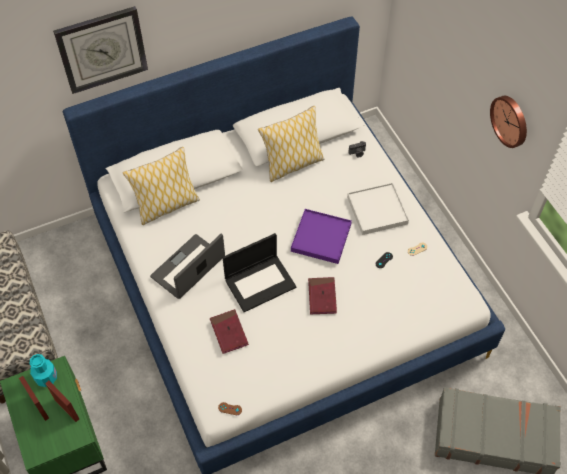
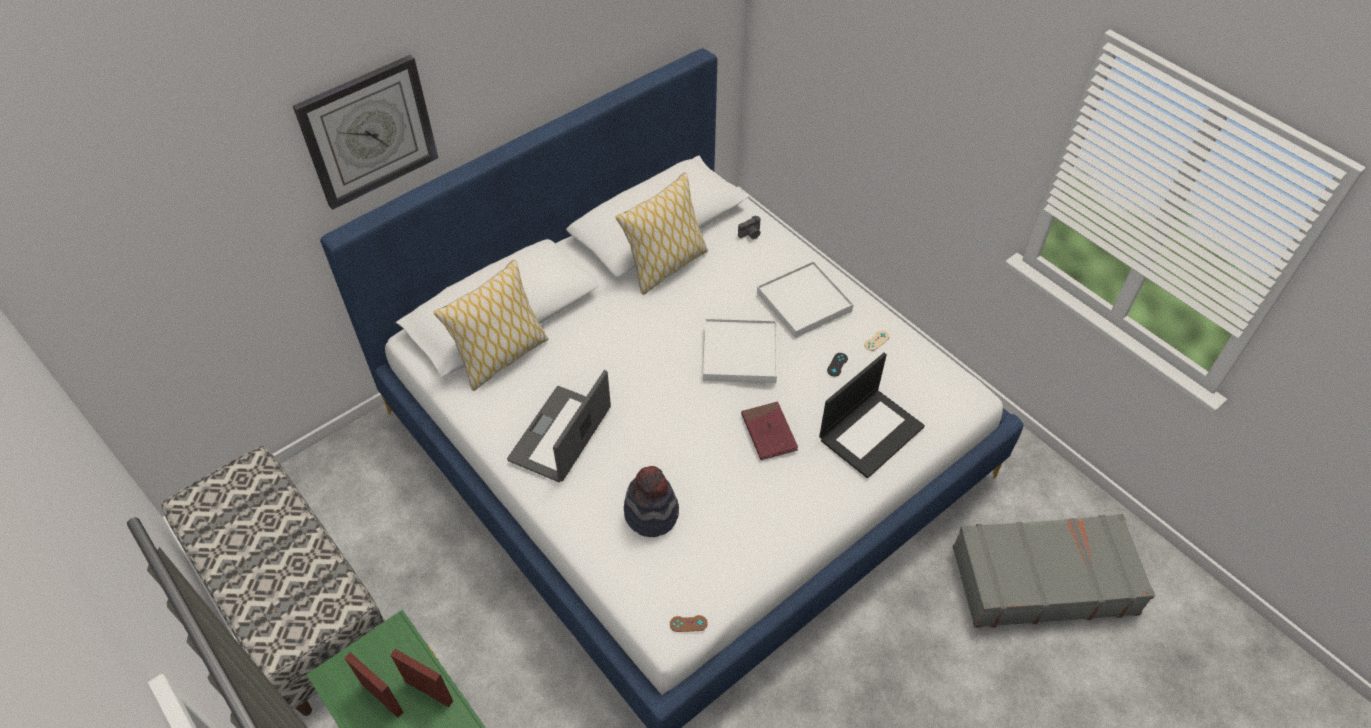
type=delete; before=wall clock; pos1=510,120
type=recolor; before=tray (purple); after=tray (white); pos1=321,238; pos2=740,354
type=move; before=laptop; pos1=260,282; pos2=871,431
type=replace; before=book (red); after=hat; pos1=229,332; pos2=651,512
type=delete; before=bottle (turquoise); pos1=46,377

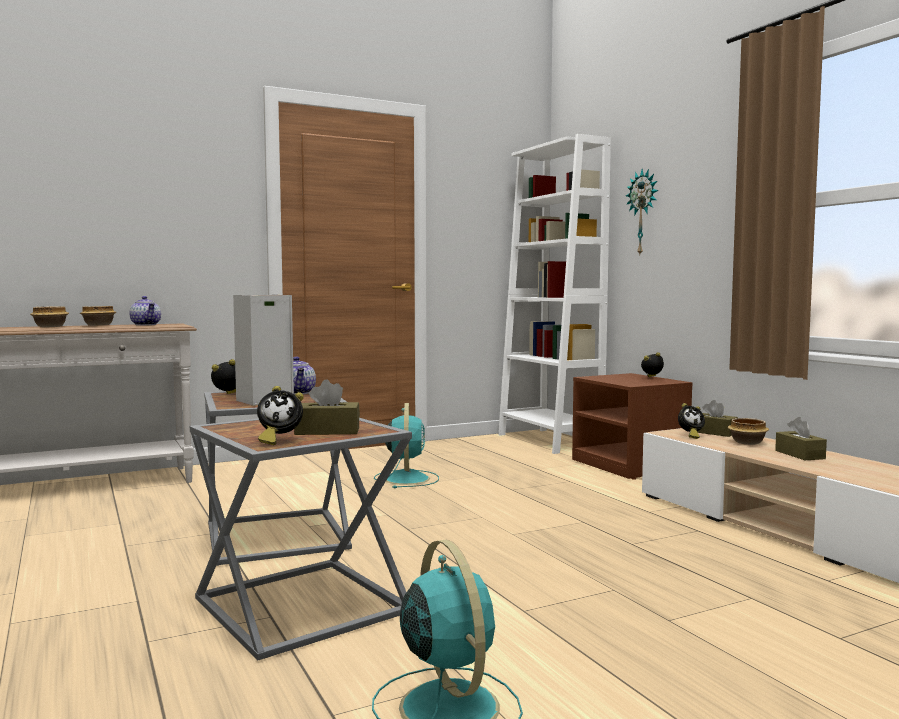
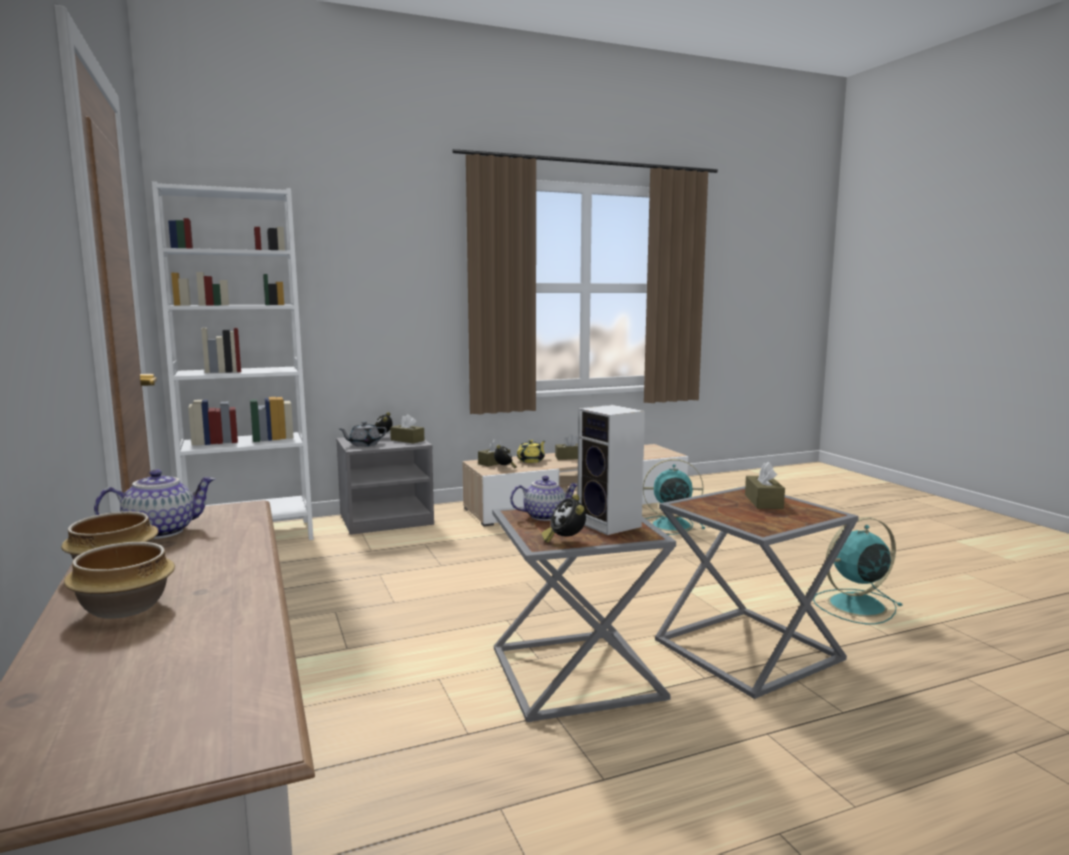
type=delete; before=wall clock; pos1=643,212
type=recolor; before=nightstand (brown); after=nightstand (grey); pos1=630,466; pos2=386,520
type=delete; before=alarm clock; pos1=279,440
type=move; before=fan (turquoise); pos1=407,478; pos2=669,525
type=replace; before=bowl; after=teapot (yellow); pos1=748,442; pos2=531,461
type=insert; after=tissue box (brown); pos2=407,440
type=insert; after=teapot (grey); pos2=364,445

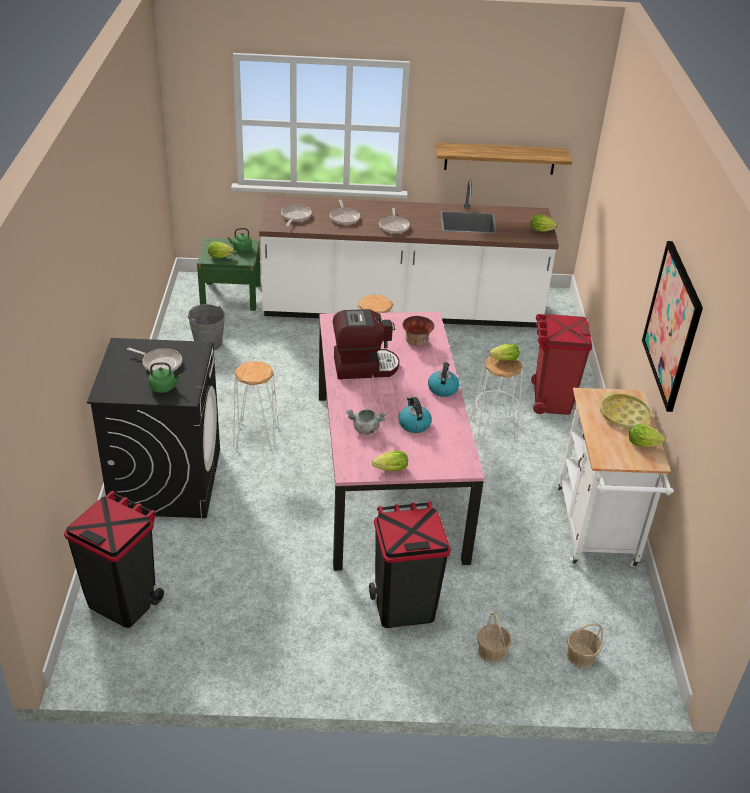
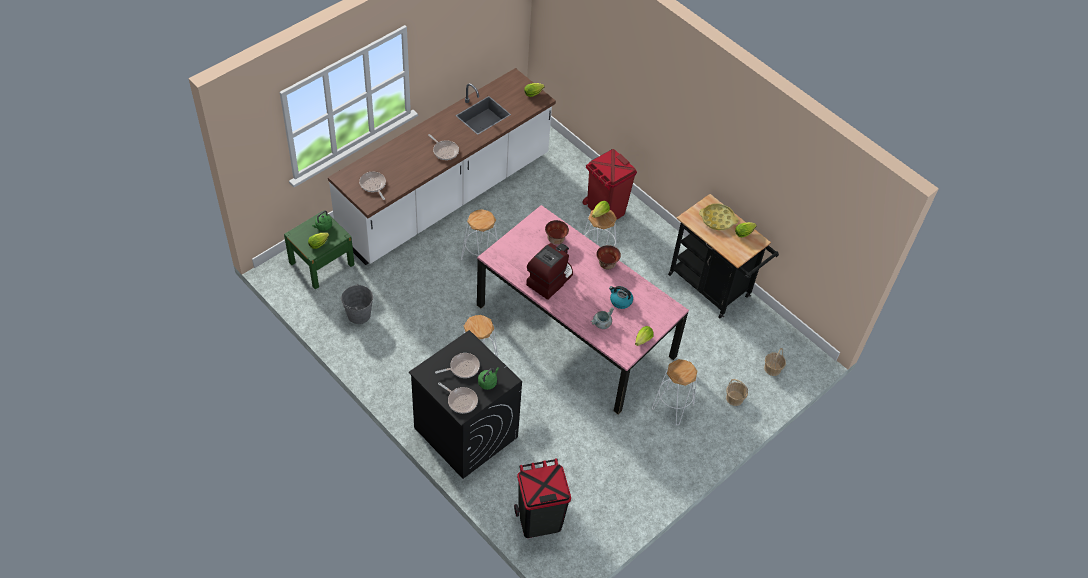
type=delete; before=shelf; pos1=500,158
type=move; before=frying pan; pos1=344,218; pos2=461,400
type=delete; before=picture; pos1=672,325
type=replace; before=kettle; after=bowl; pos1=442,388; pos2=607,264
type=recolor; before=cart (white); after=cart (black); pos1=596,533; pos2=713,288
type=replace; before=trash can (black); after=stool (white); pos1=403,607; pos2=672,407

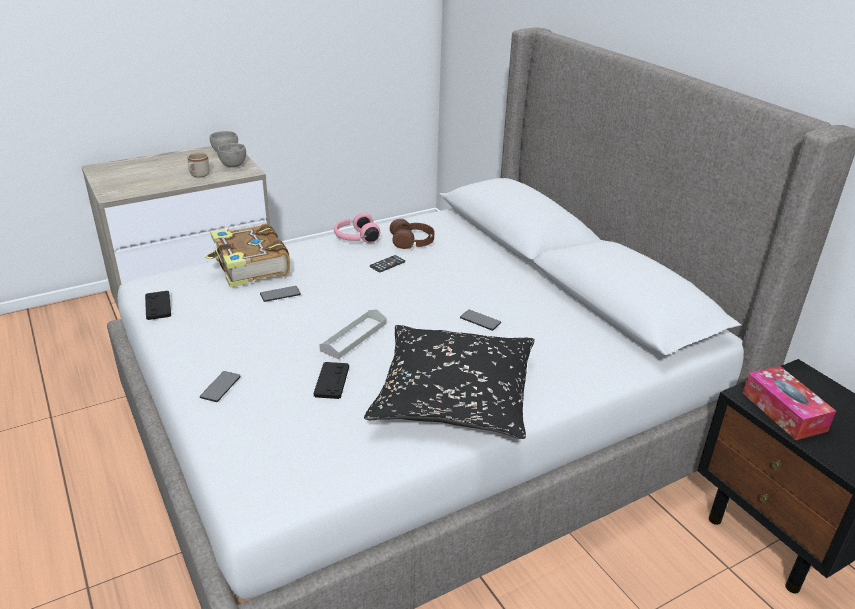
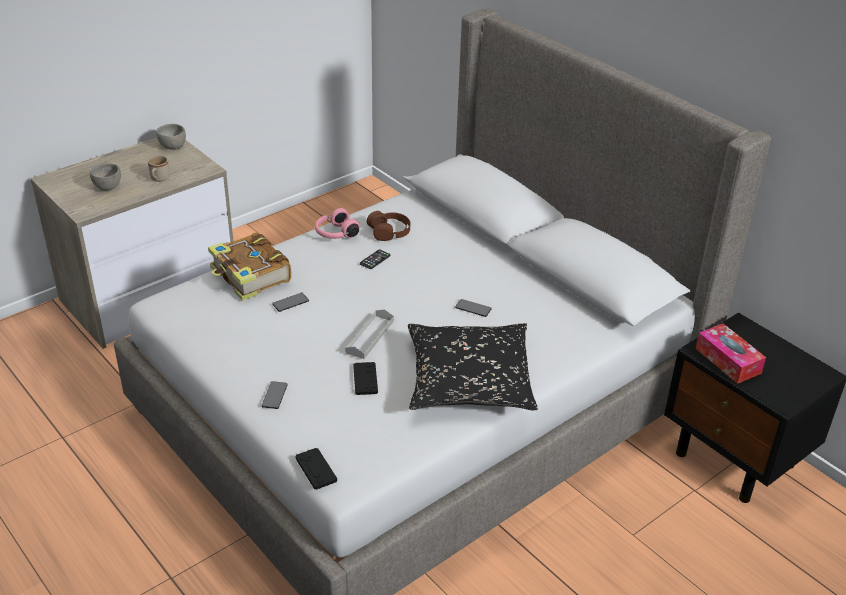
type=move; before=bowl (grey); pos1=234,165; pos2=108,187
type=move; before=game controller (black); pos1=158,306; pos2=316,469

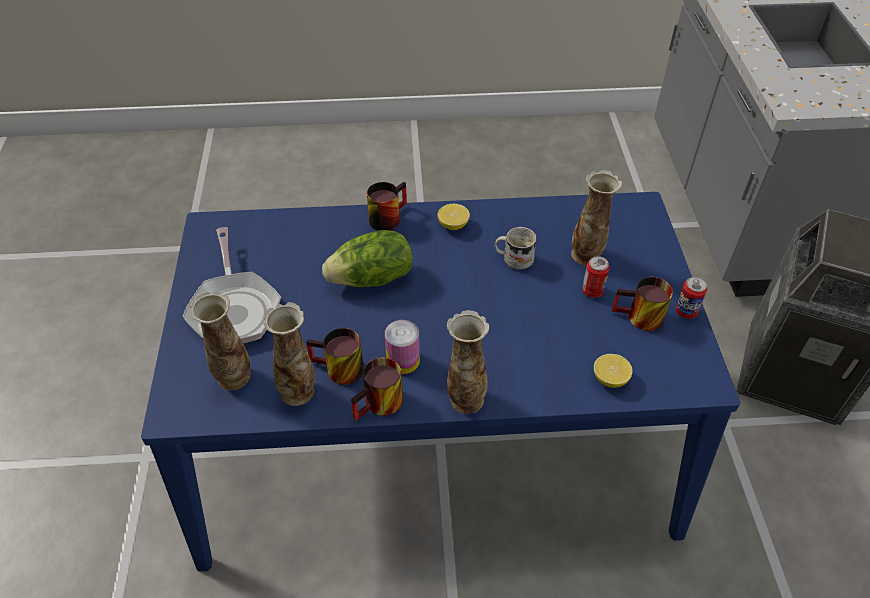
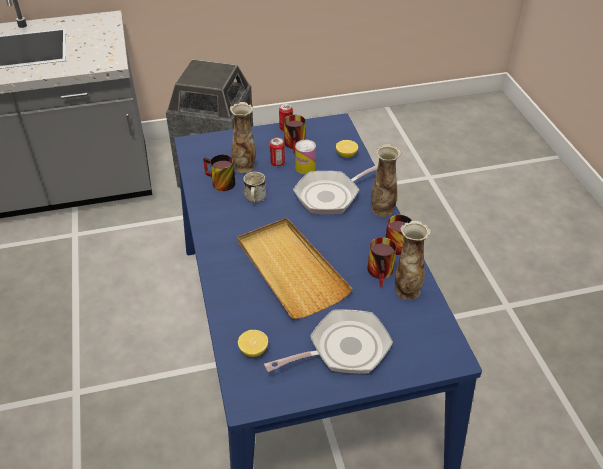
type=move; before=mug; pos1=386,216; pos2=219,183
type=move; before=lemon; pos1=453,225; pos2=253,350
type=replace; before=lettuce; after=tray (beige); pos1=372,279; pos2=290,269
type=delete; before=vase; pos1=233,377
type=move; before=can; pos1=403,360; pos2=305,168
type=insert; after=frying pan; pos2=331,195

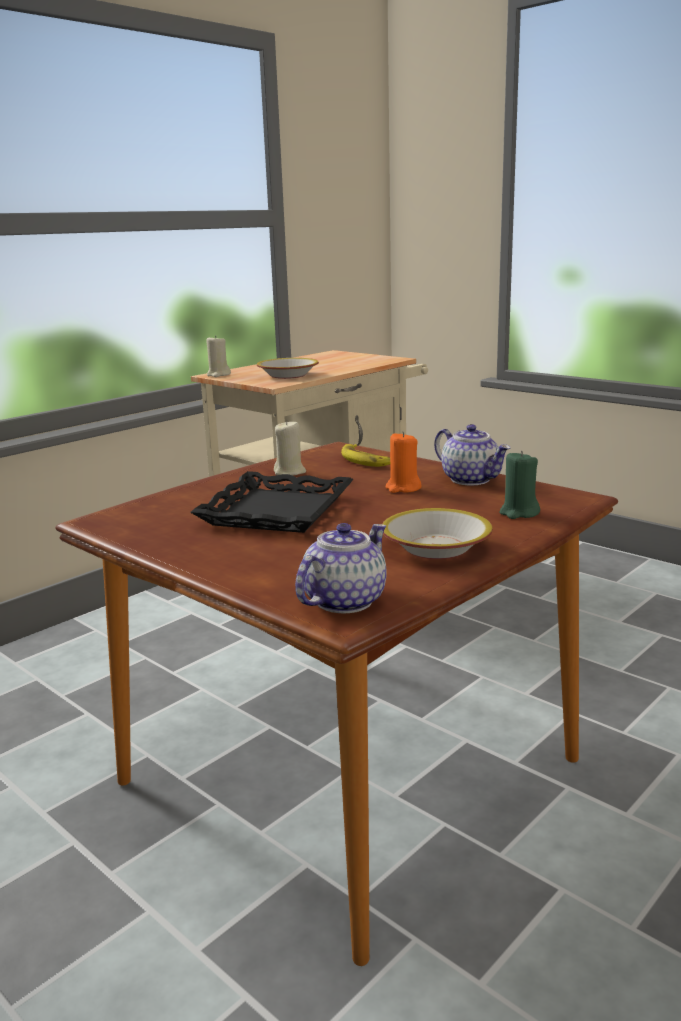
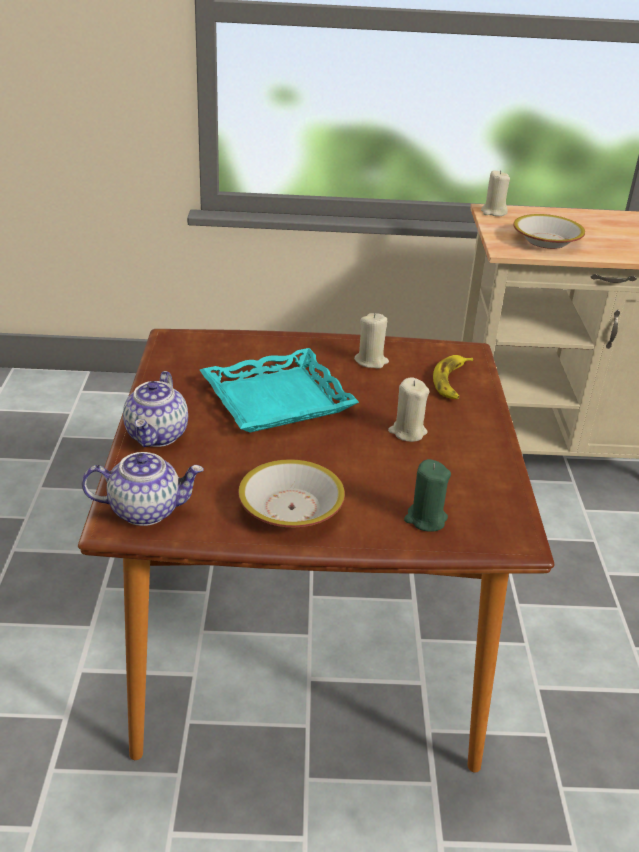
type=move; before=teapot; pos1=471,479; pos2=158,435
type=recolor; before=candle (orange); after=candle (beige); pos1=403,488; pos2=407,432
type=recolor; before=tray (black); after=tray (turquoise); pos1=278,512; pos2=277,400

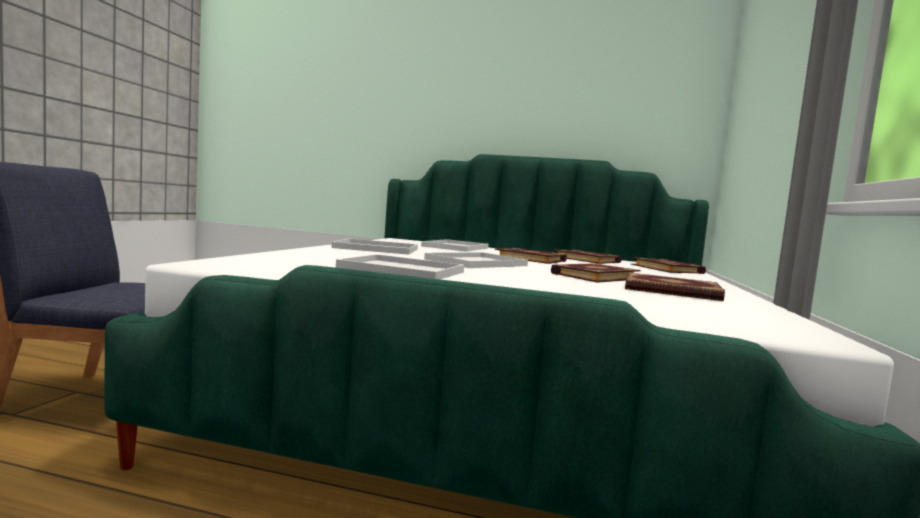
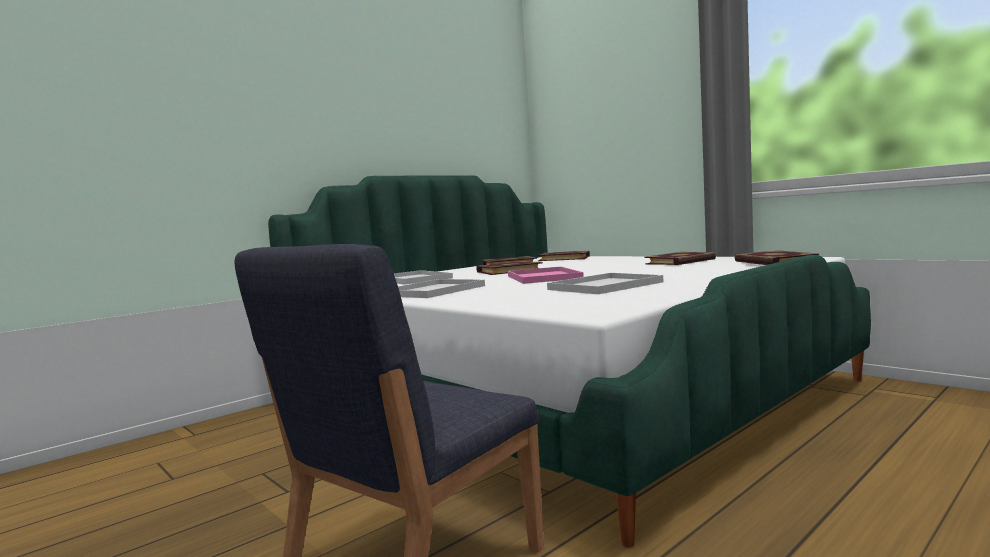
type=recolor; before=tray (white); after=tray (pink); pos1=477,262; pos2=542,277
type=move; before=book; pos1=594,276; pos2=773,262

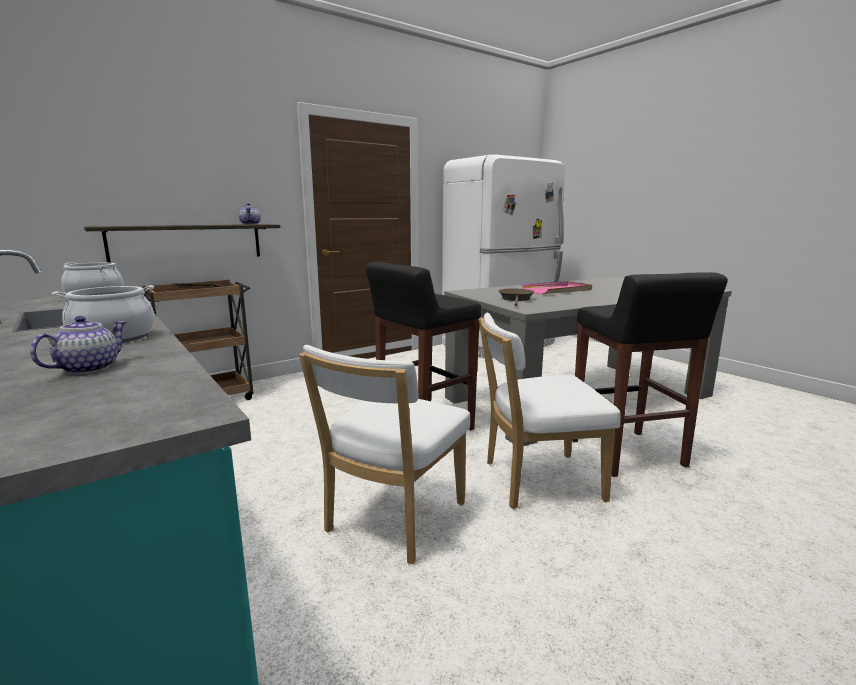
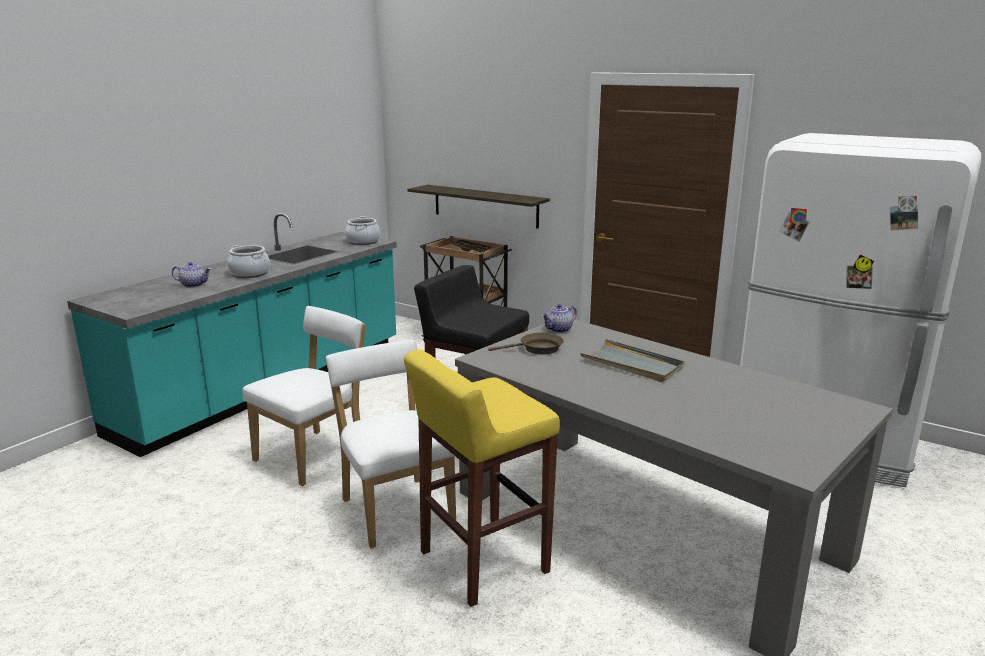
type=move; before=teapot; pos1=251,224; pos2=559,330
type=recolor; before=stool (black); after=stool (yellow); pos1=627,454; pos2=482,562
type=recolor; before=tray (pink); after=tray (grey); pos1=557,290; pos2=632,364
type=rotate; before=chair (white); pos1=392,521; pos2=314,455; turn=120

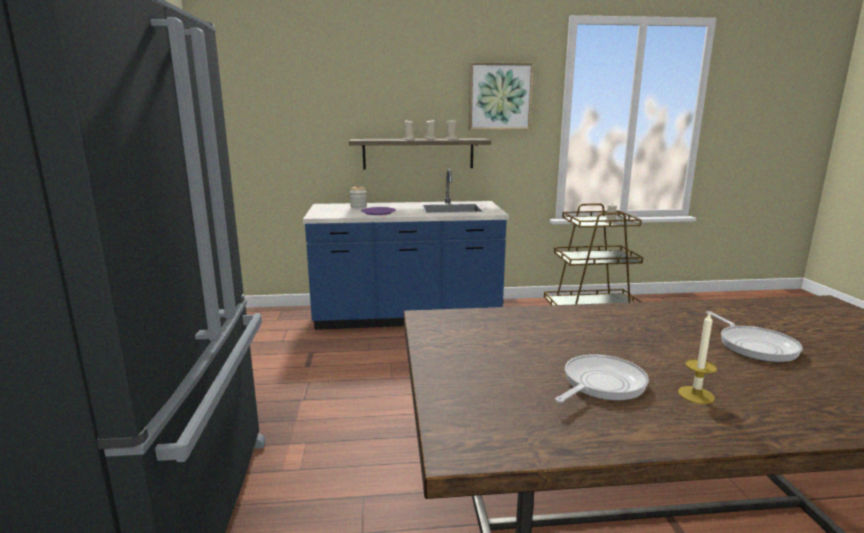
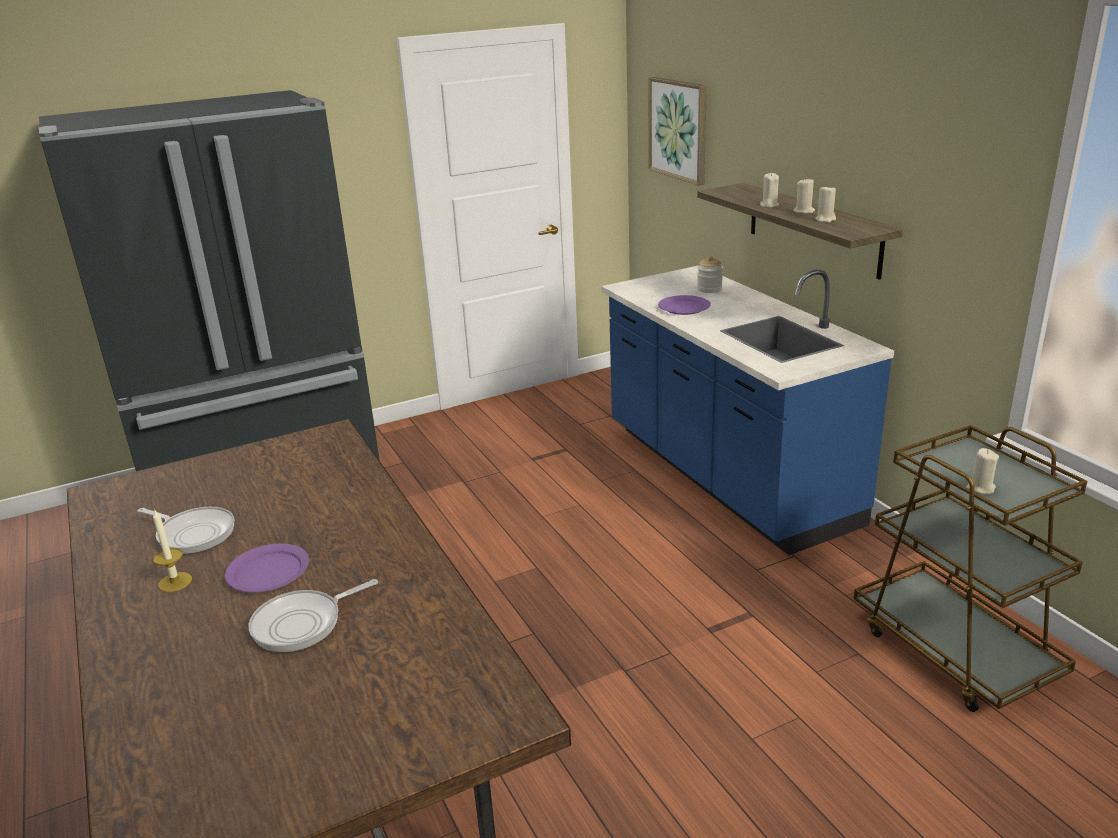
type=move; before=picture; pos1=500,96; pos2=678,129
type=insert; after=plate (purple); pos2=268,572

